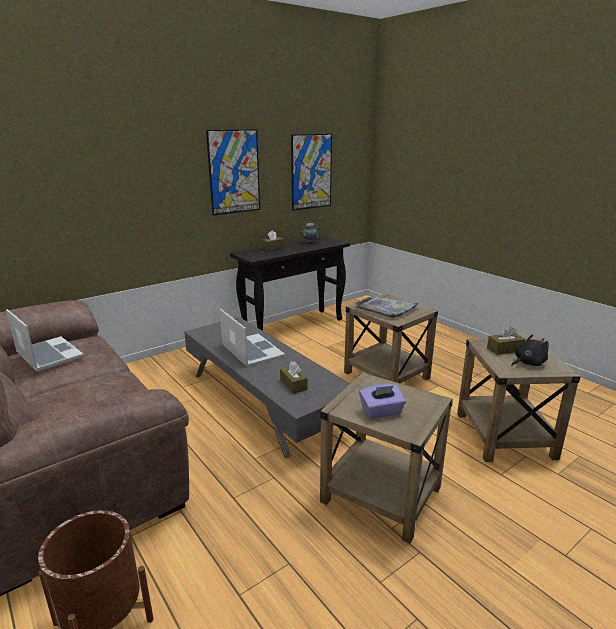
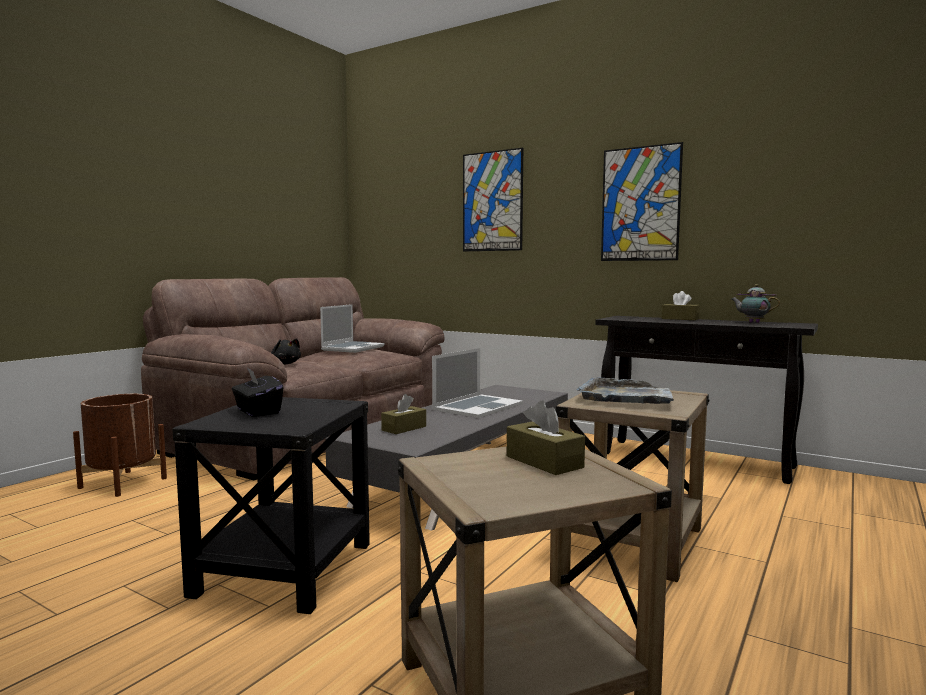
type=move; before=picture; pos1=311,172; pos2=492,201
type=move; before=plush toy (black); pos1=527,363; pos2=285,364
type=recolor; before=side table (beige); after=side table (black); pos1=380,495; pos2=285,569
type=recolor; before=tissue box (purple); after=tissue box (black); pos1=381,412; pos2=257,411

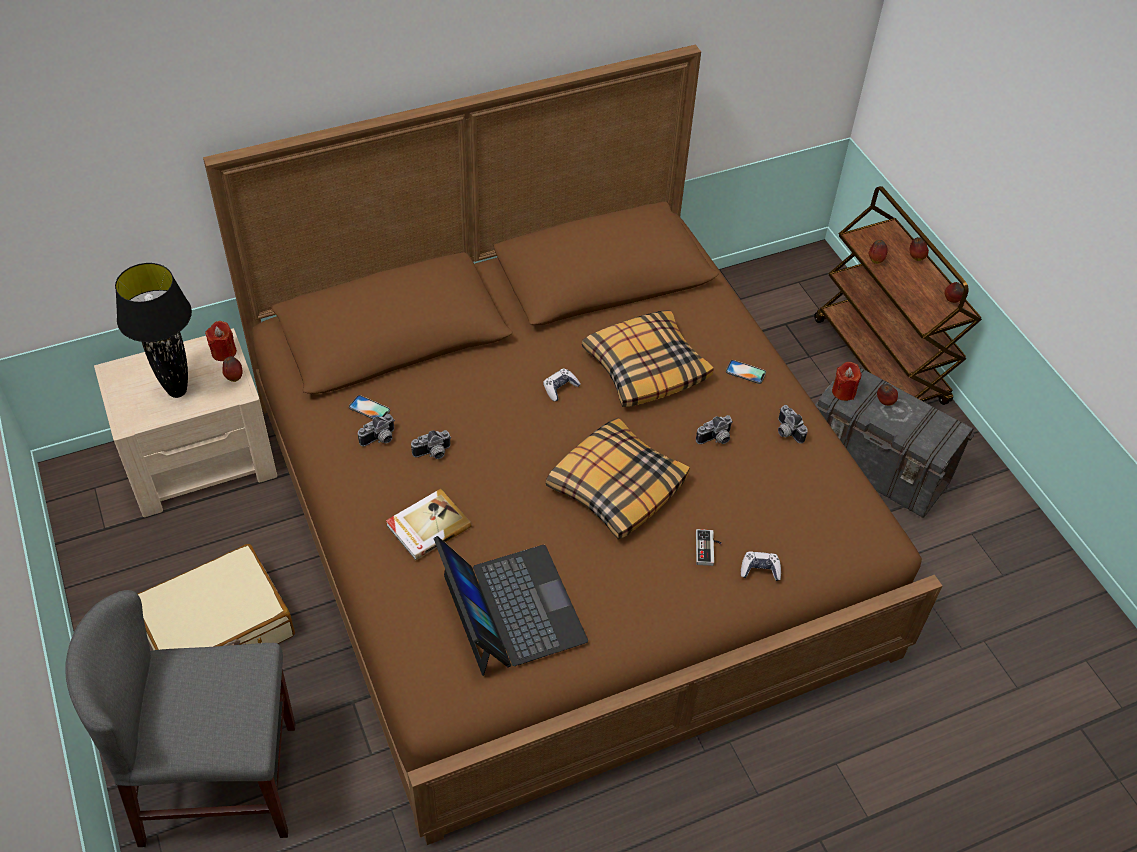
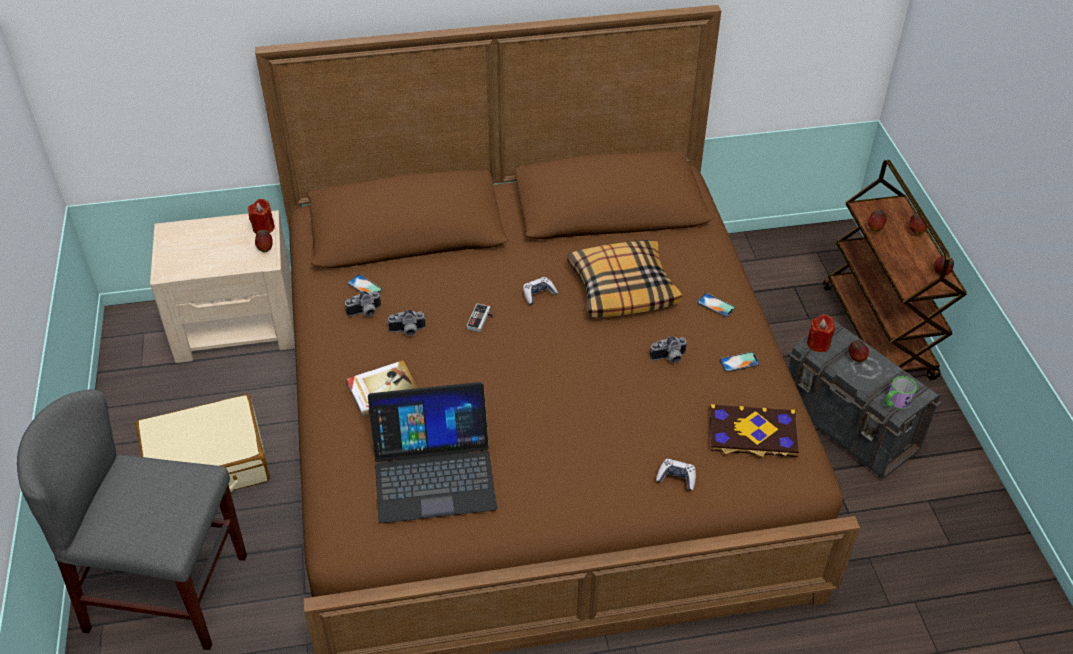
type=delete; before=table lamp (black); pos1=178,391
type=replace; before=photo camera; after=phone; pos1=786,432; pos2=739,362
type=delete; before=pillow; pos1=616,486
type=move; before=game controller; pos1=708,549; pos2=482,320
type=rotate; before=laptop; pos1=511,609; pos2=434,472; turn=90
type=insert; after=mug; pos2=895,402
type=insert; after=book; pos2=752,433

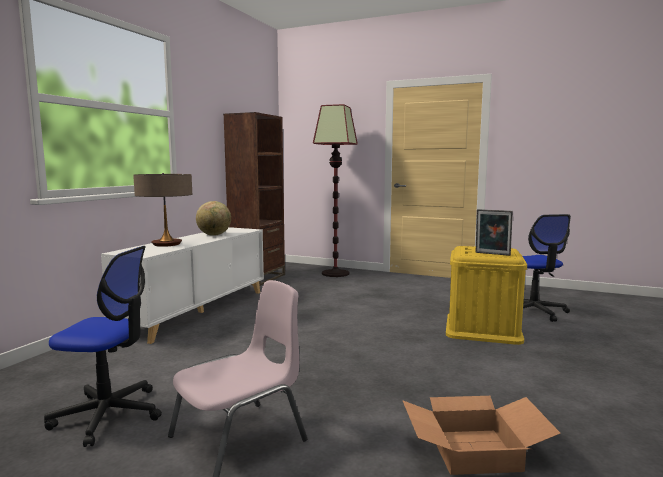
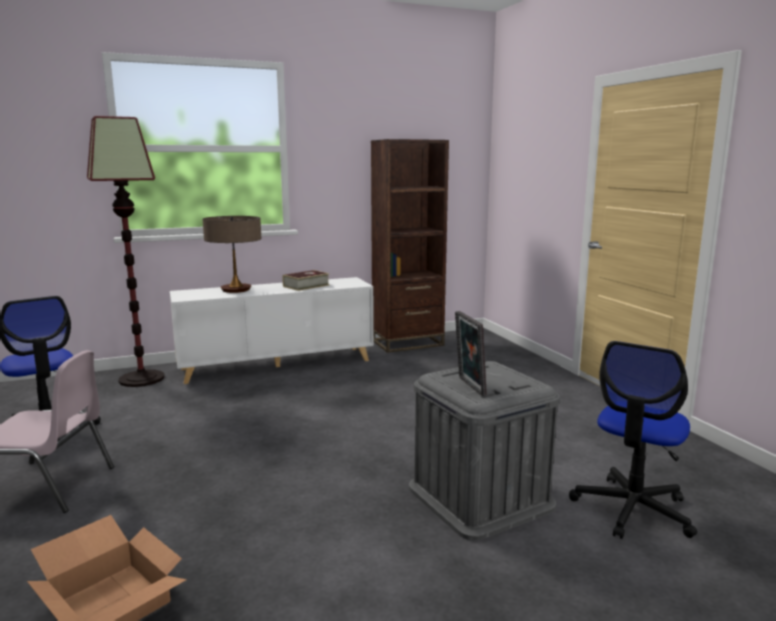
type=move; before=floor lamp; pos1=335,273; pos2=142,379
type=replace; before=globe; after=book; pos1=214,235; pos2=306,286
type=recolor; before=storage box (yellow); after=storage box (grey); pos1=483,328; pos2=480,496

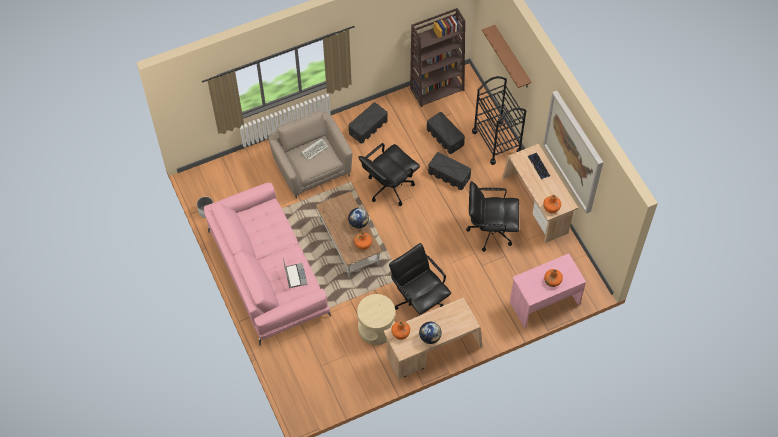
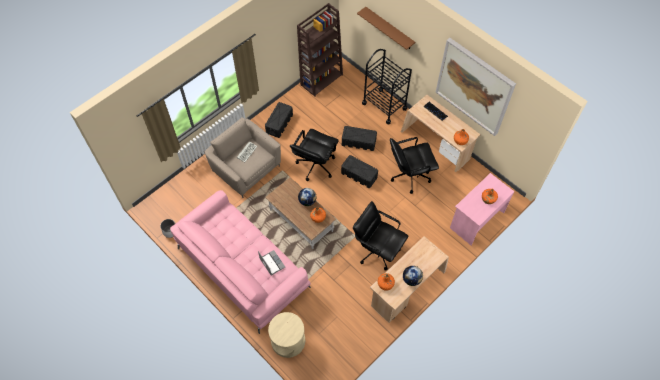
type=move; before=storage box (black); pos1=445,137; pos2=359,175
type=move; before=side table (beige); pos1=376,328; pos2=288,340

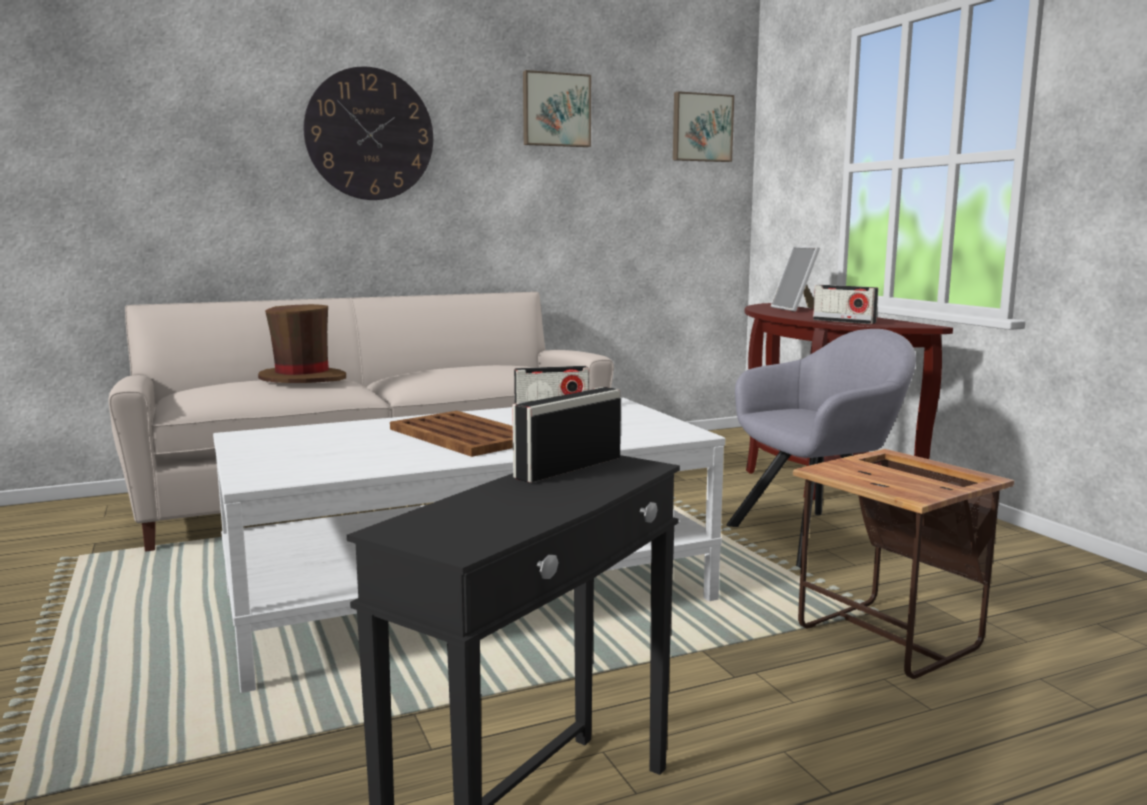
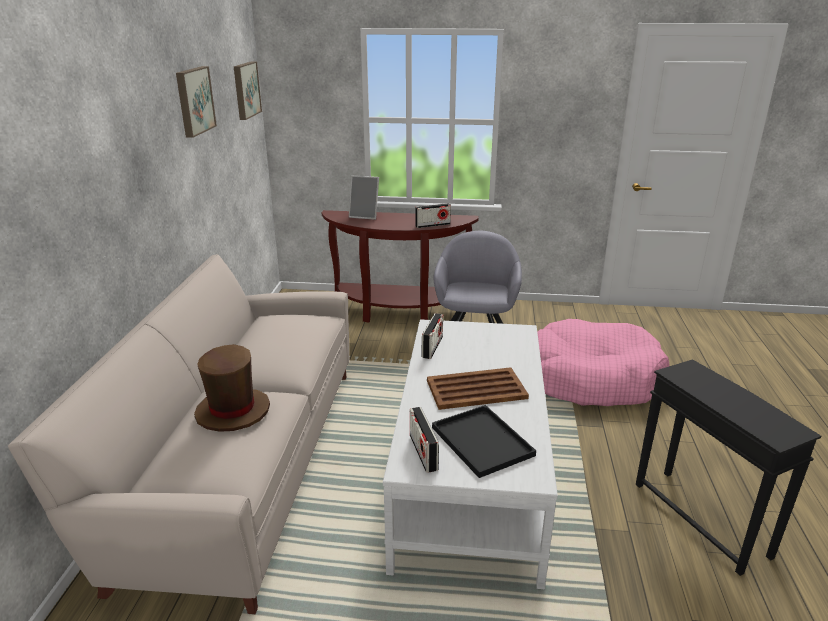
type=delete; before=wall clock; pos1=369,134
type=move; before=radio; pos1=568,468; pos2=423,452
type=replace; before=side table; after=dog bed (pink); pos1=891,639; pos2=591,378
type=insert; after=tray (black); pos2=480,440

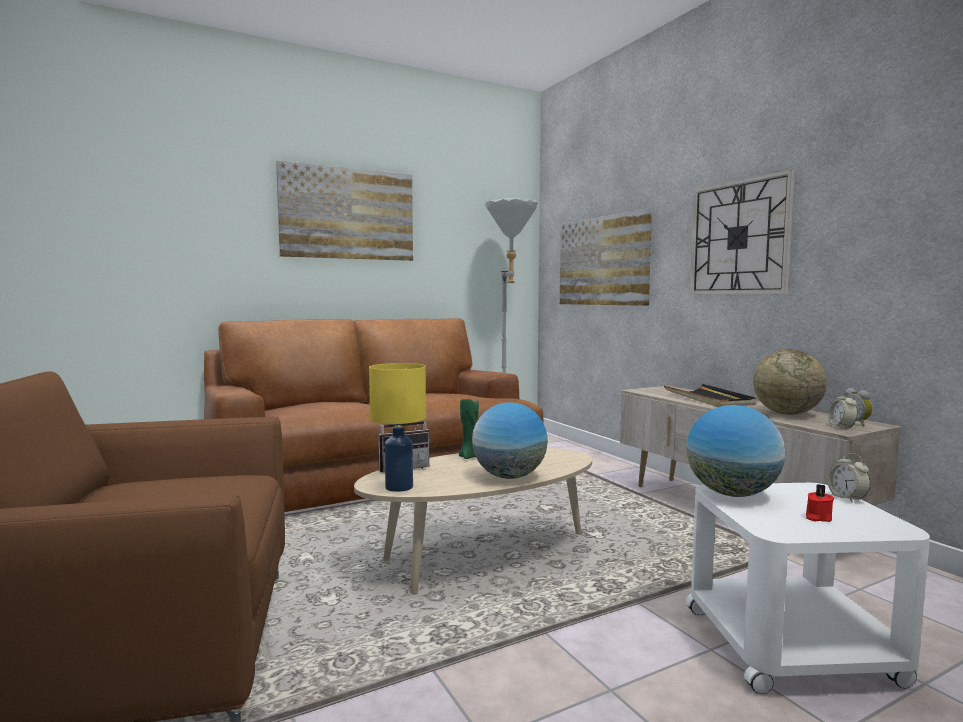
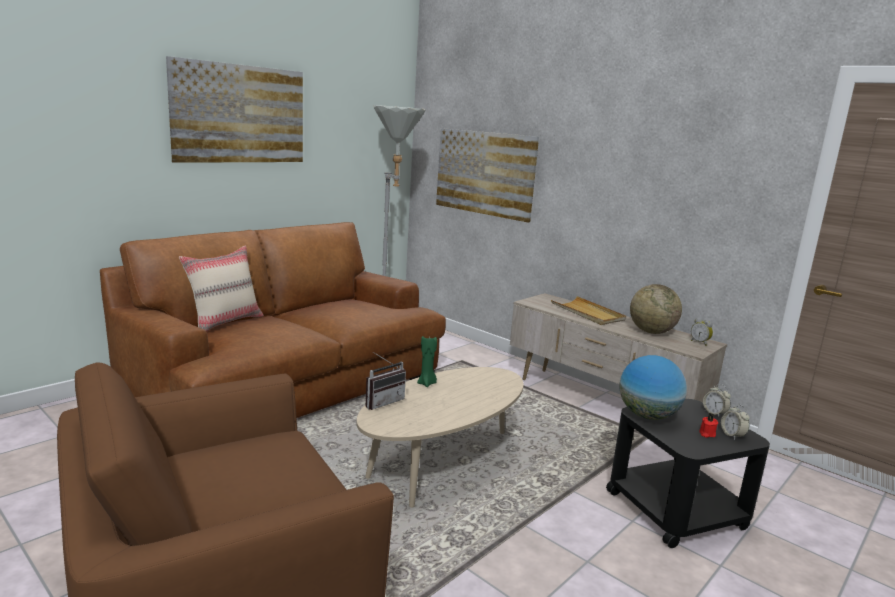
type=delete; before=wall clock; pos1=739,238
type=delete; before=table lamp (yellow); pos1=398,487
type=recolor; before=tray (black); after=tray (beige); pos1=709,399; pos2=587,313
type=move; before=alarm clock; pos1=841,427; pos2=732,435
type=delete; before=globe; pos1=509,477
type=recolor; before=side table (white); after=side table (black); pos1=791,644; pos2=676,509
type=insert; after=pillow (beige); pos2=225,322

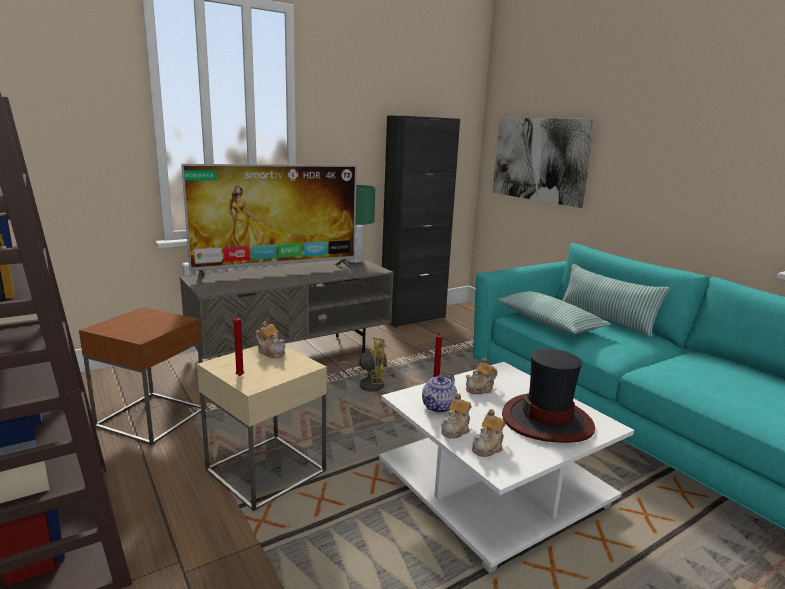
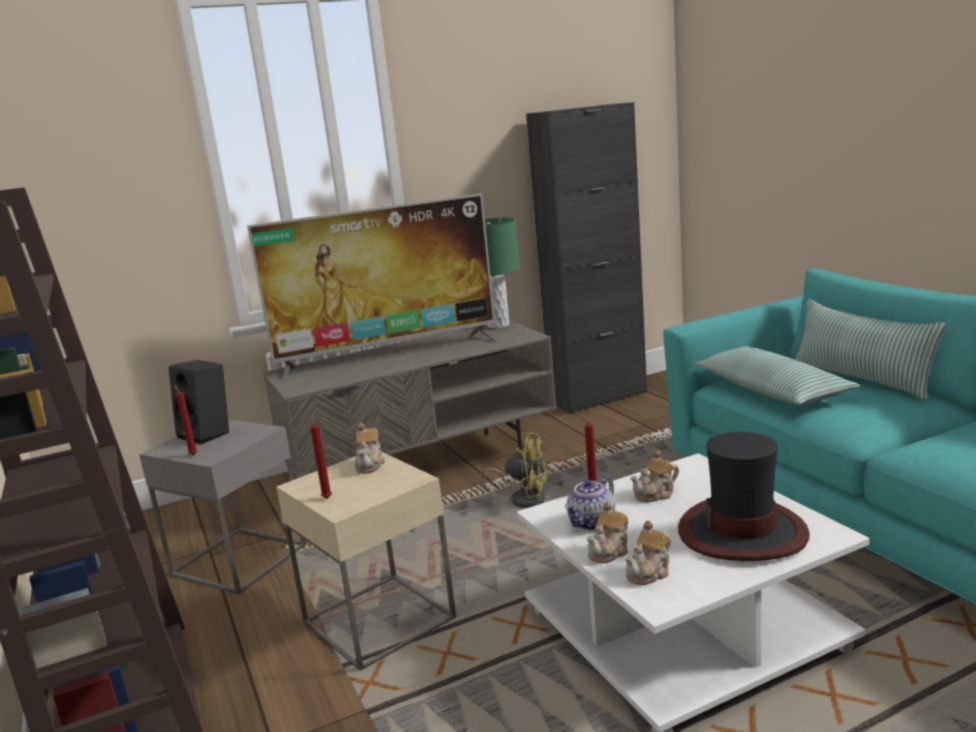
type=delete; before=picture; pos1=539,159
type=recolor; before=side table (brown); after=side table (grey); pos1=151,417; pos2=239,559
type=rotate; before=teapot; pos1=271,352; pos2=370,464; turn=45
type=insert; after=speaker (black); pos2=208,434
type=insert; after=candle (red); pos2=193,454

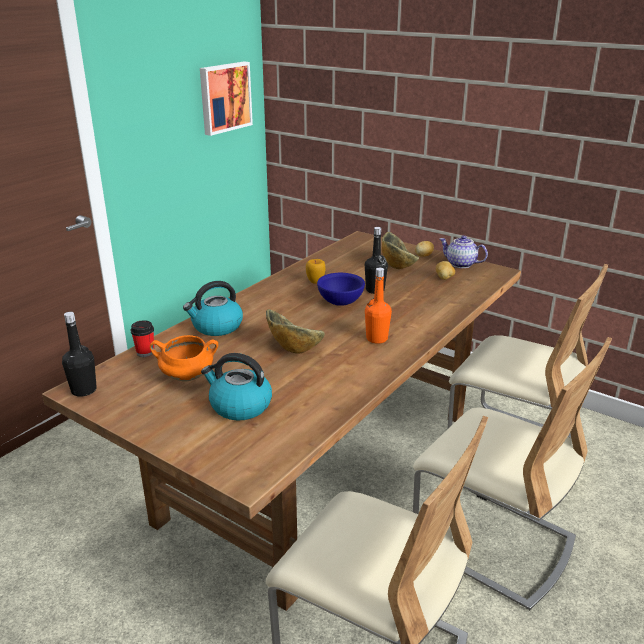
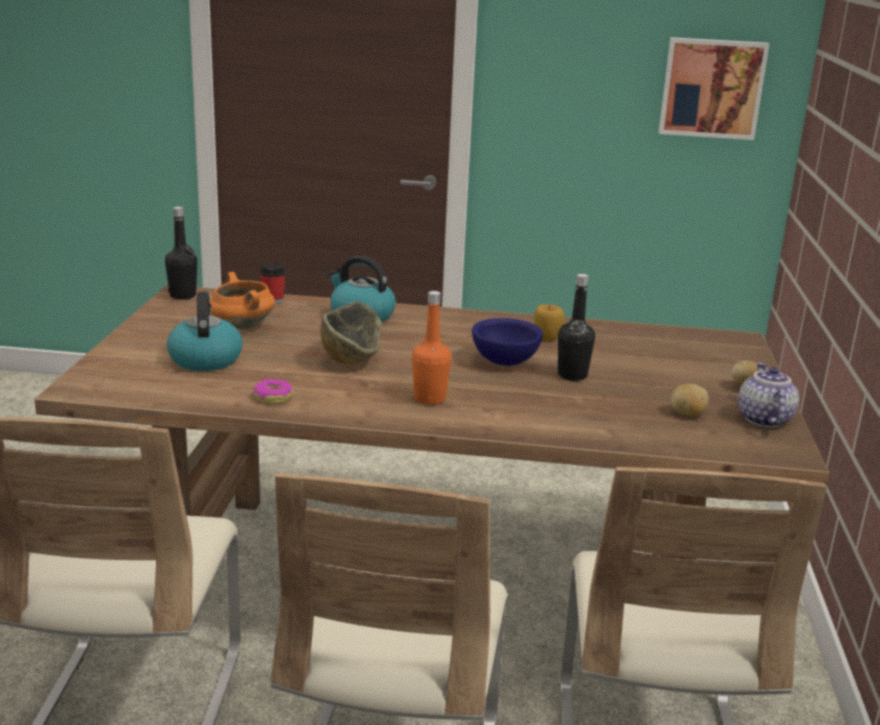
type=delete; before=bowl; pos1=397,266
type=insert; after=donut; pos2=273,397

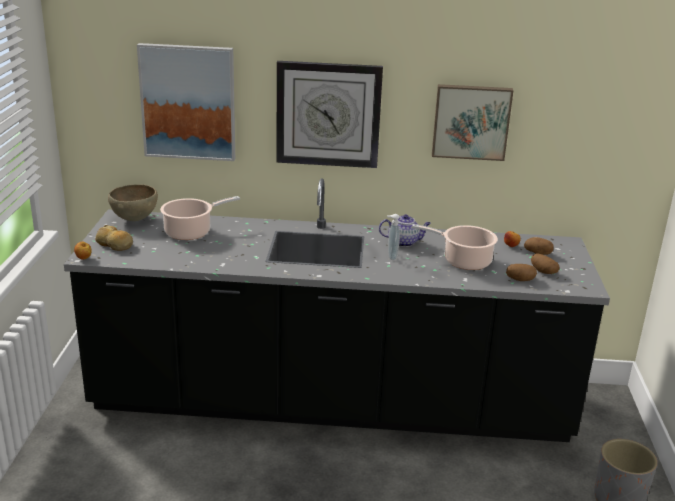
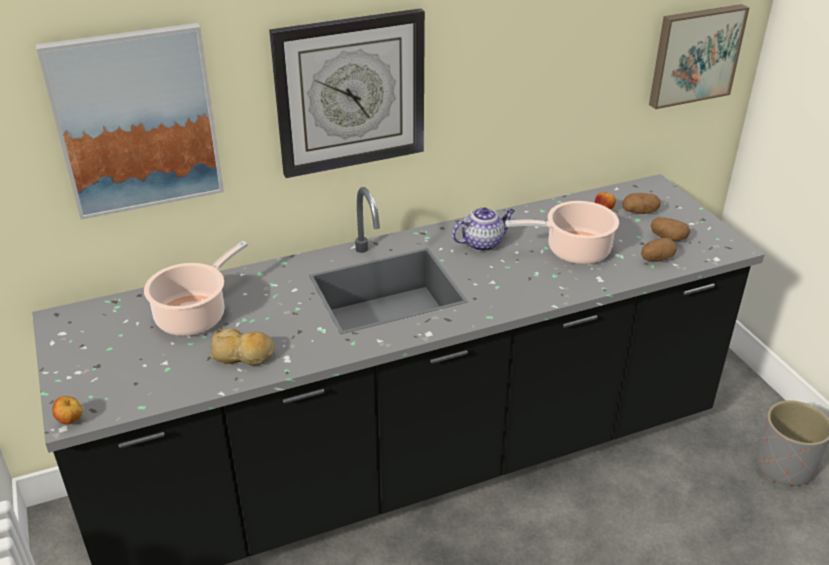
type=move; before=picture; pos1=471,121; pos2=694,55
type=delete; before=bowl (brown); pos1=135,219
type=delete; before=soap dispenser; pos1=391,257
type=move; before=bread; pos1=114,244; pos2=243,355

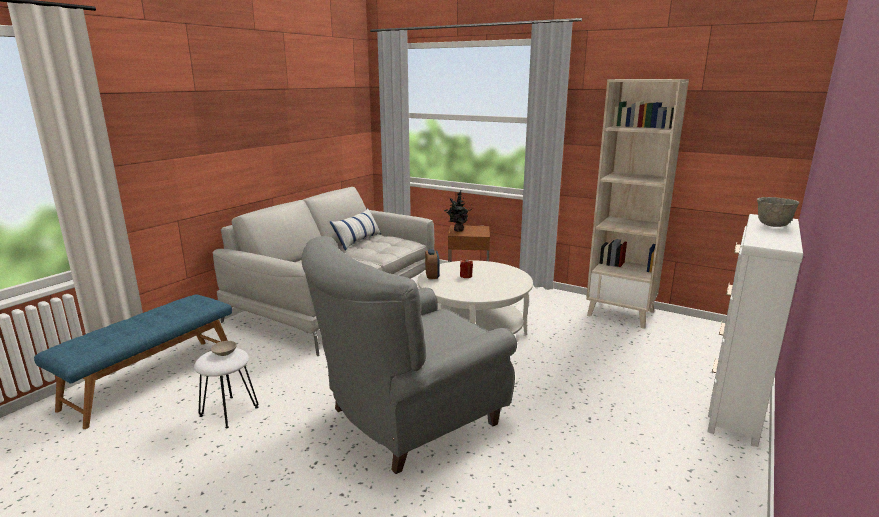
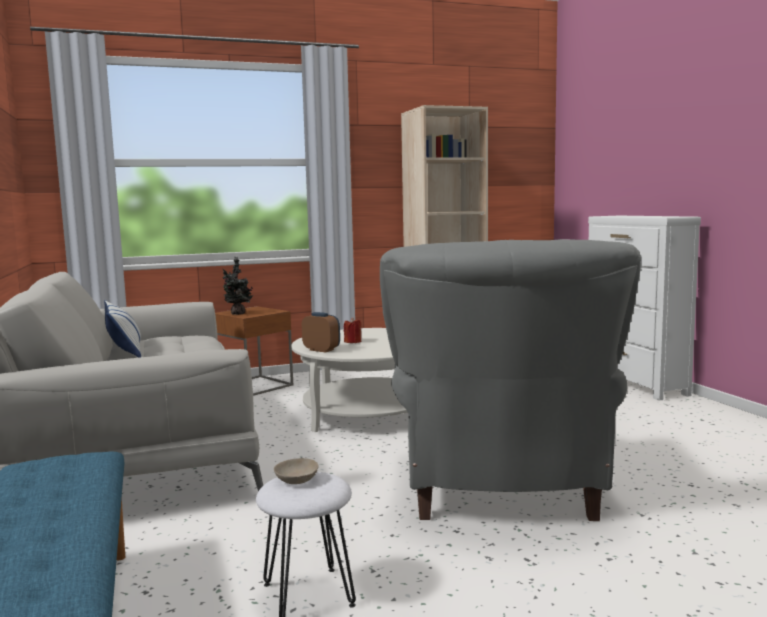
type=delete; before=bowl (grey); pos1=772,225

